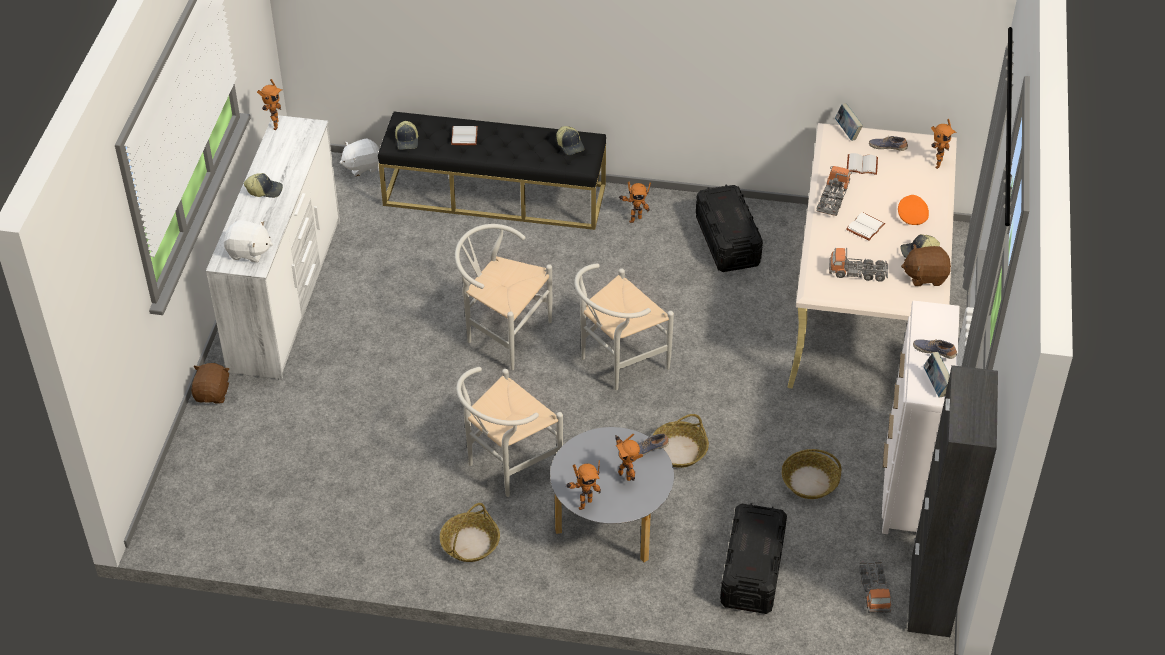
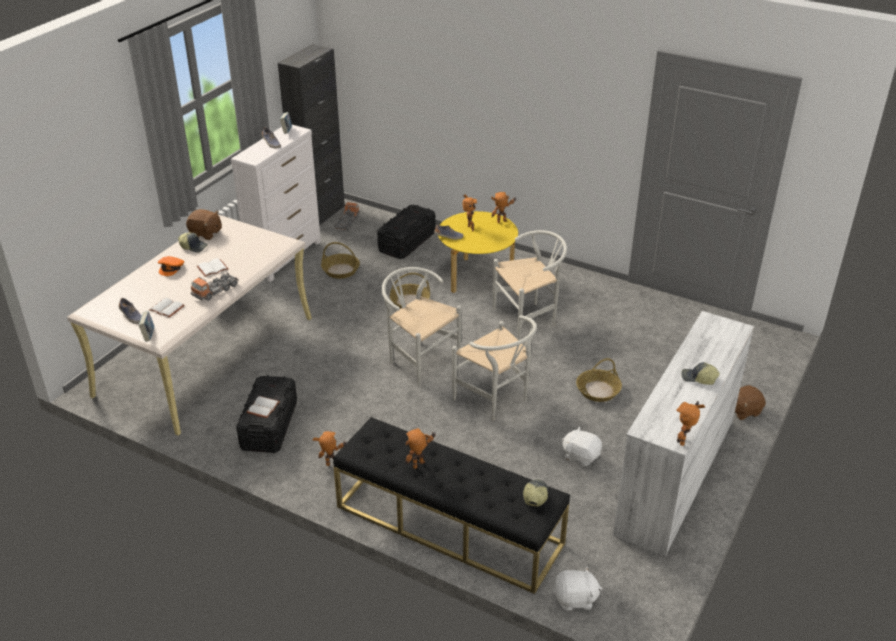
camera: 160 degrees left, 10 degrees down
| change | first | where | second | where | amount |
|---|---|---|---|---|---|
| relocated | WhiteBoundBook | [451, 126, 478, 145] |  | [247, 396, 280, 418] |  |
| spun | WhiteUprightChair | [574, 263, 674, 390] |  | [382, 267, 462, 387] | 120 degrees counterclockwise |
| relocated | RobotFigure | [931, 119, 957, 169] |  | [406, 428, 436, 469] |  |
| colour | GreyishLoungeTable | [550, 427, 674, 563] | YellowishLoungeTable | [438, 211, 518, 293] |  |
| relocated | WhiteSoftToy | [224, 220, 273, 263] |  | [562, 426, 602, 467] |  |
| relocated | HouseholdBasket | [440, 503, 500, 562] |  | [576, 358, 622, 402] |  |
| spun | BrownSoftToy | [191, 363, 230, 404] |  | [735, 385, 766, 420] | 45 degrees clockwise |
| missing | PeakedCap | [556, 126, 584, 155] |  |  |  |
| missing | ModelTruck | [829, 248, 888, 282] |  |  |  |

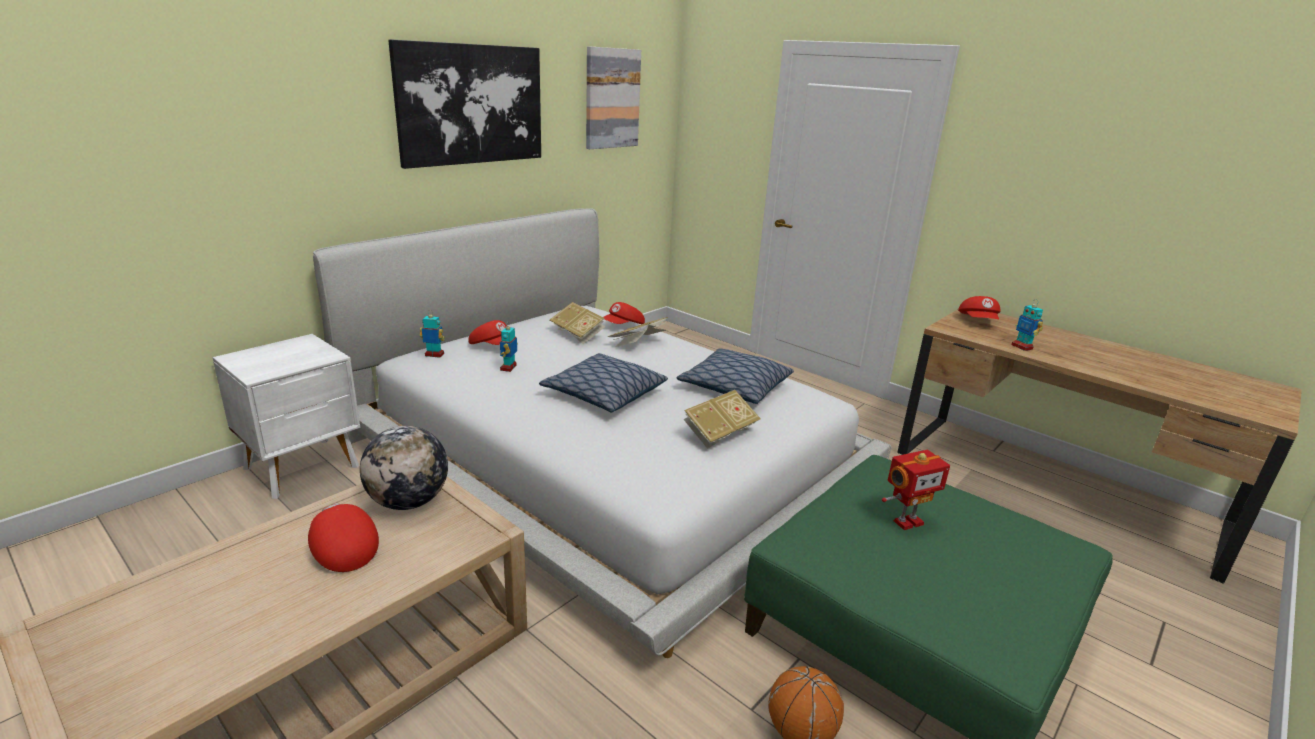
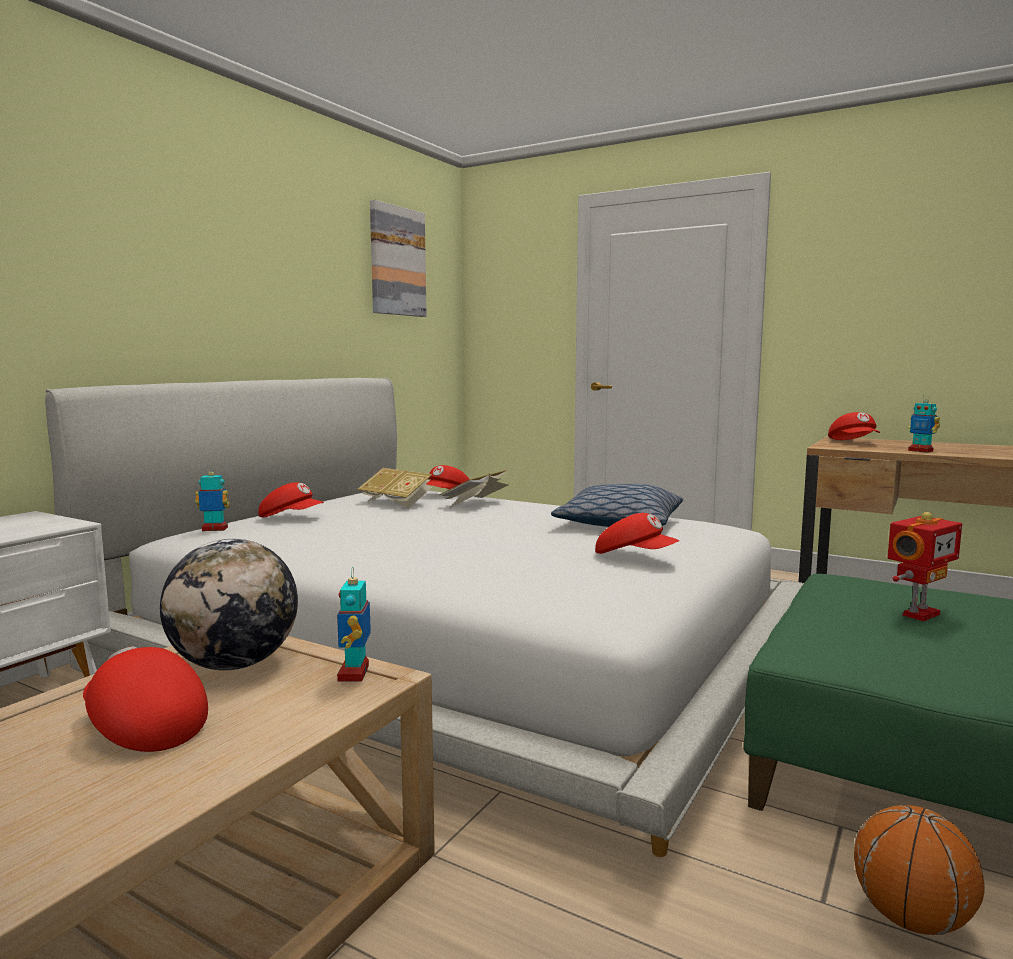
camera: 10 degrees left, 15 degrees down
| change | first | where | second | where | amount |
|---|---|---|---|---|---|
| relocated | RobotFigure | [500, 322, 518, 372] |  | [337, 567, 371, 681] |  |
| exchanged | BoundBook | [683, 390, 761, 449] | ReddishPeakedCap | [595, 513, 679, 554] |  |
| missing | WallArt | [388, 39, 541, 169] |  |  |  |
| missing | ThrowPillow | [539, 353, 668, 413] |  |  |  |

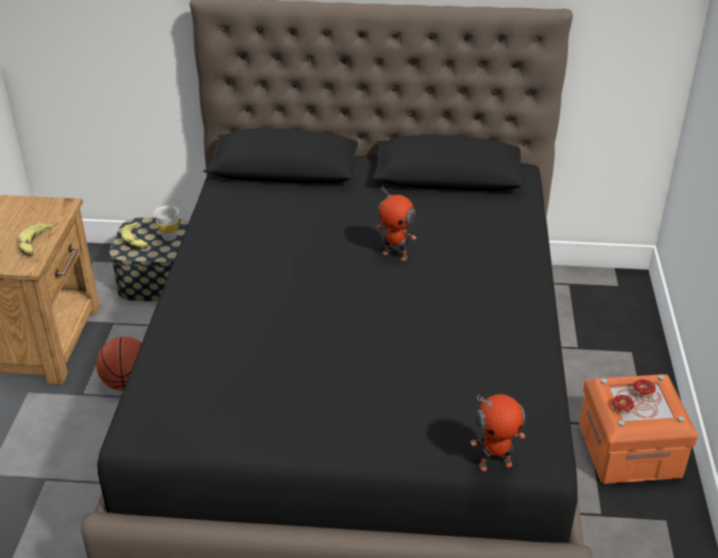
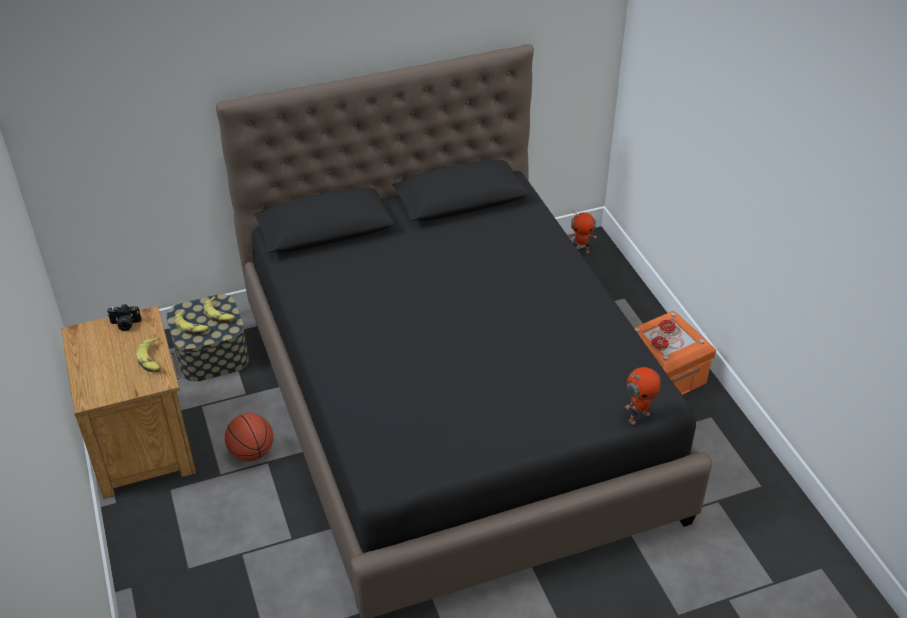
camera: 25 degrees left, 5 degrees up
| change | first | where | second | where | amount |
|---|---|---|---|---|---|
| appeared |  |  | StillCamera | [107, 304, 142, 331] |  |
| exchanged | WhiteCup | [154, 206, 179, 241] | BananaFruit | [203, 296, 236, 323] |  |
| relocated | RobotFigure | [377, 186, 416, 261] |  | [568, 210, 597, 254] |  |

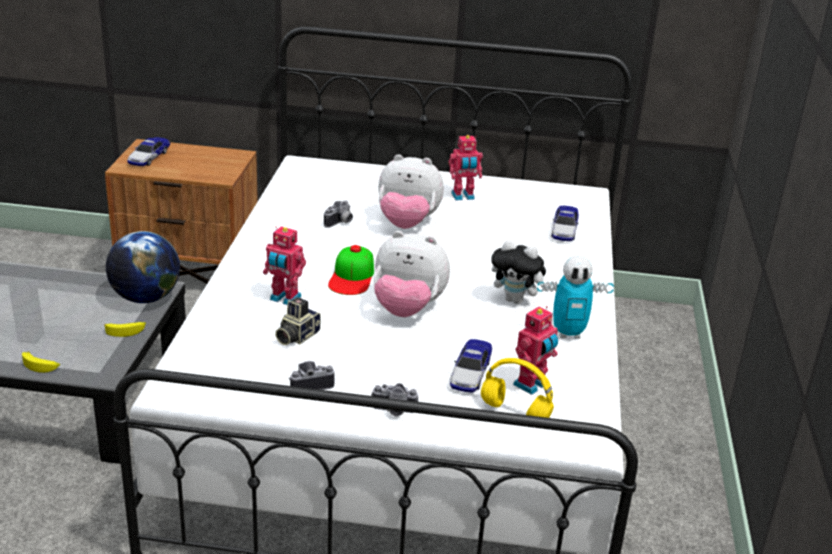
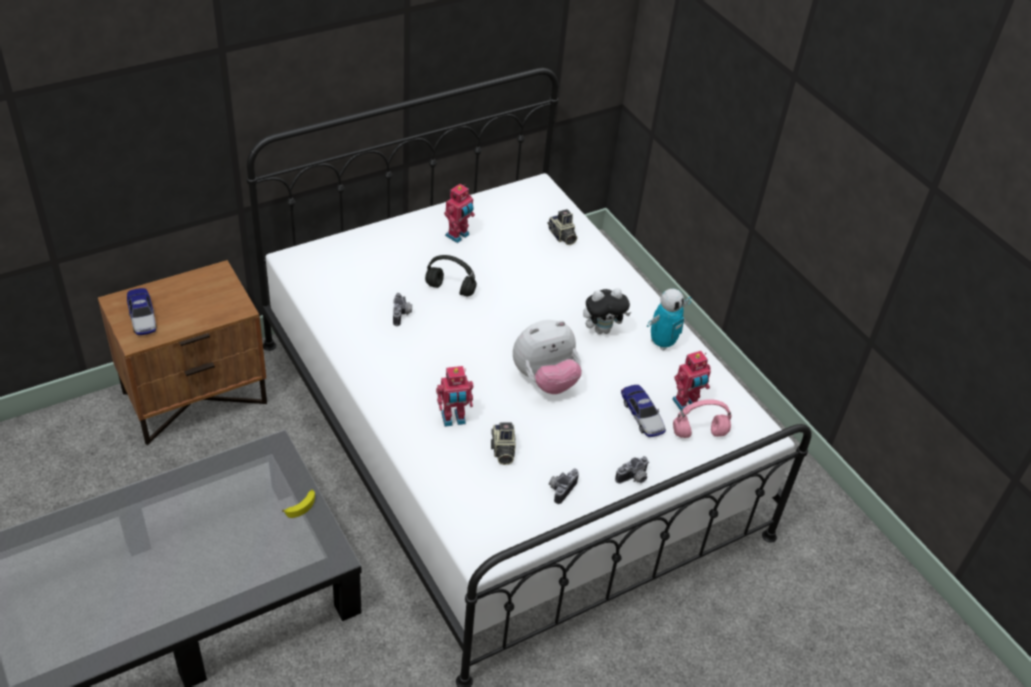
camera: 40 degrees left, 15 degrees up
| change | first | where | second | where | amount |
|---|---|---|---|---|---|
| exchanged | SoftToy | [378, 154, 444, 229] | BlackishPairOfHeadphones | [425, 255, 477, 297] |  |
| exchanged | ToyCar | [551, 206, 579, 241] | StillCamera | [547, 209, 577, 245] |  |
| spun | RobotFigure | [513, 306, 558, 395] |  | [672, 351, 711, 411] | 60 degrees clockwise |
| colour | YellowishPairOfHeadphones | [481, 358, 554, 418] | PinkPairOfHeadphones | [673, 399, 731, 438] |  |
| missing | BananaFruit | [22, 351, 60, 373] |  |  |  |
| missing | Globe | [106, 231, 180, 303] |  |  |  |
| missing | PeakedCap | [328, 245, 374, 295] |  |  |  |

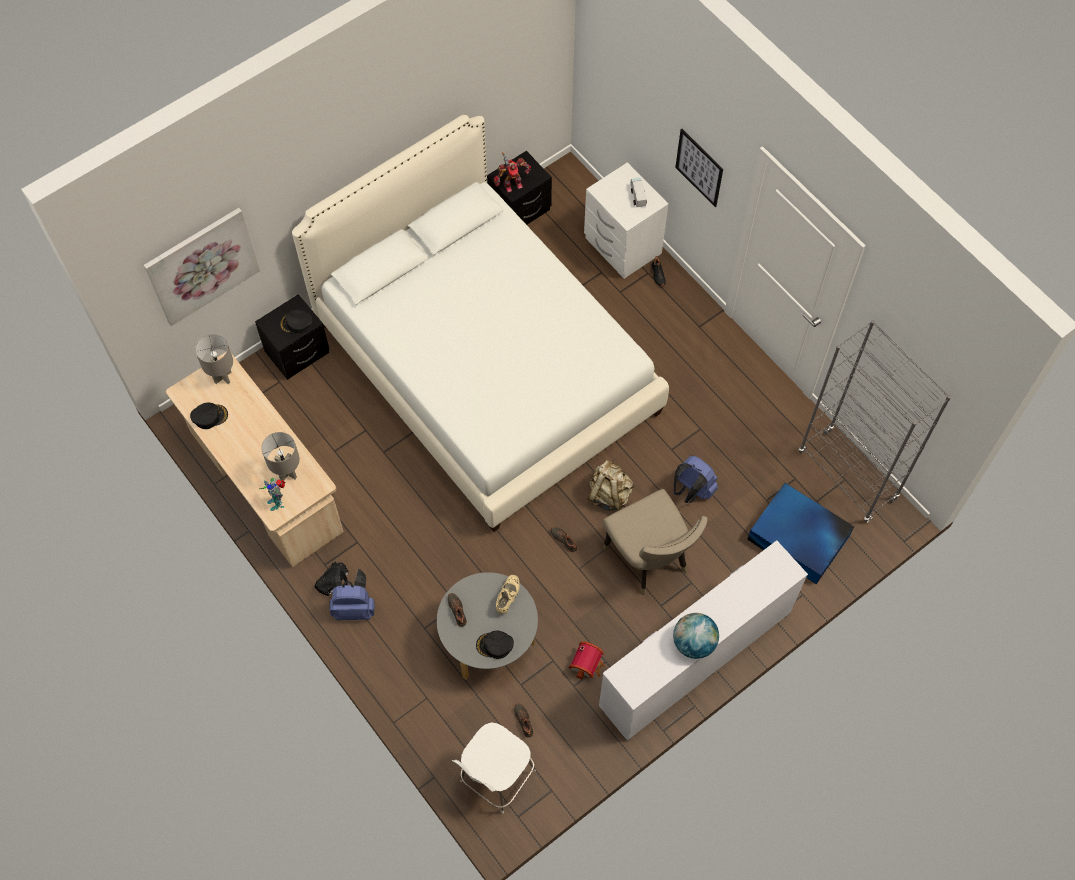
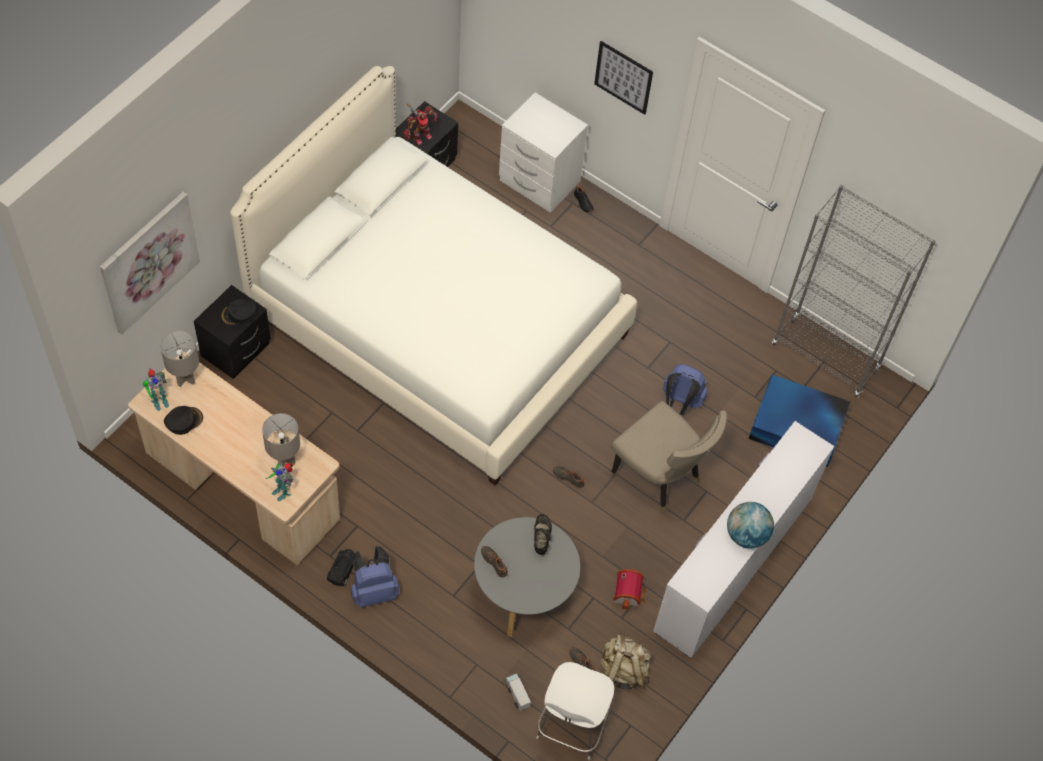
camera: 20 degrees left, 5 degrees down
| change | first | where | second | where | amount |
|---|---|---|---|---|---|
| appeared |  |  | RobotFigure | [143, 368, 169, 411] |  |
| relocated | ModelTruck | [631, 178, 647, 207] |  | [505, 674, 531, 711] |  |
| colour | BeigeColouredLowShoe | [496, 575, 520, 614] | BlackishLowShoe | [534, 514, 552, 555] |  |
| relocated | BeigeColouredKnapsack | [588, 460, 634, 511] |  | [601, 632, 651, 689] |  |
| missing | BlackishPeakedCap | [476, 631, 514, 659] |  |  |  |

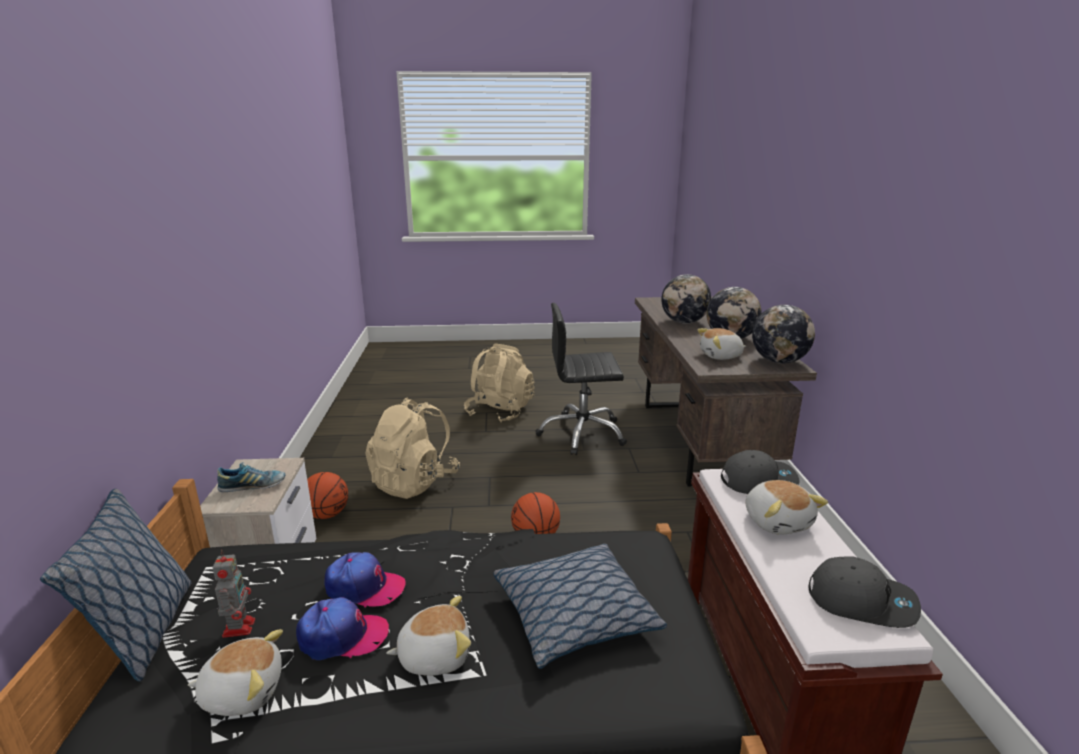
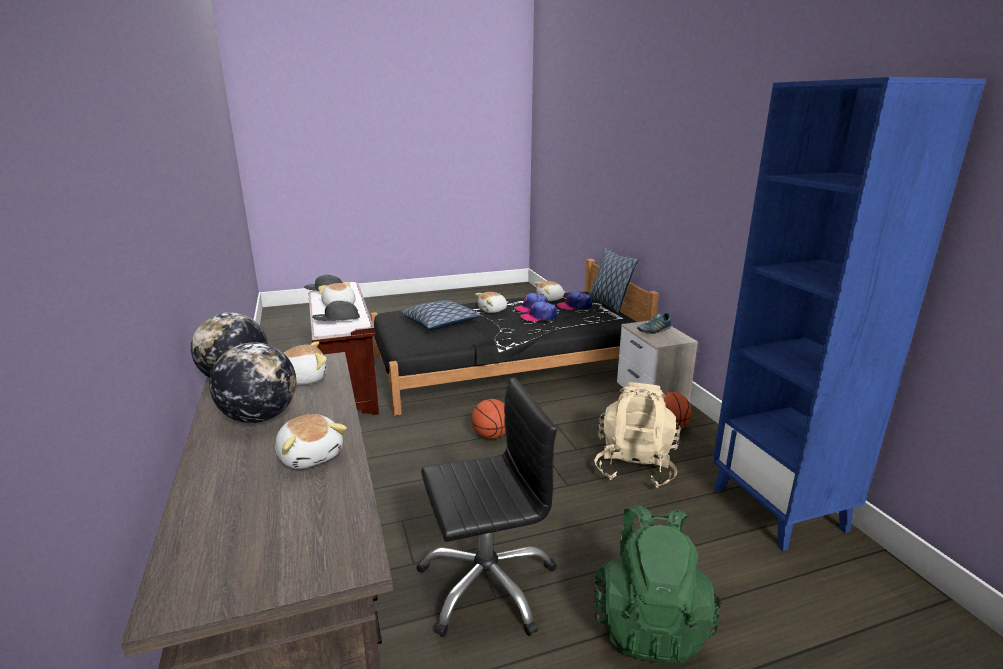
camera: 165 degrees right, 0 degrees up
| change | first | where | second | where | amount |
|---|---|---|---|---|---|
| exchanged | Globe | [661, 274, 711, 324] | SoftToy | [275, 414, 347, 469] |  |
| exchanged | RobotFigure | [213, 550, 255, 638] | PeakedCap | [557, 291, 592, 310] |  |
| colour | BeigeColouredKnapsack | [464, 343, 535, 422] | GreenishKnapsack | [593, 505, 720, 663] |  |
| appeared |  |  | BluishShelvingUnit | [712, 77, 986, 551] |  |

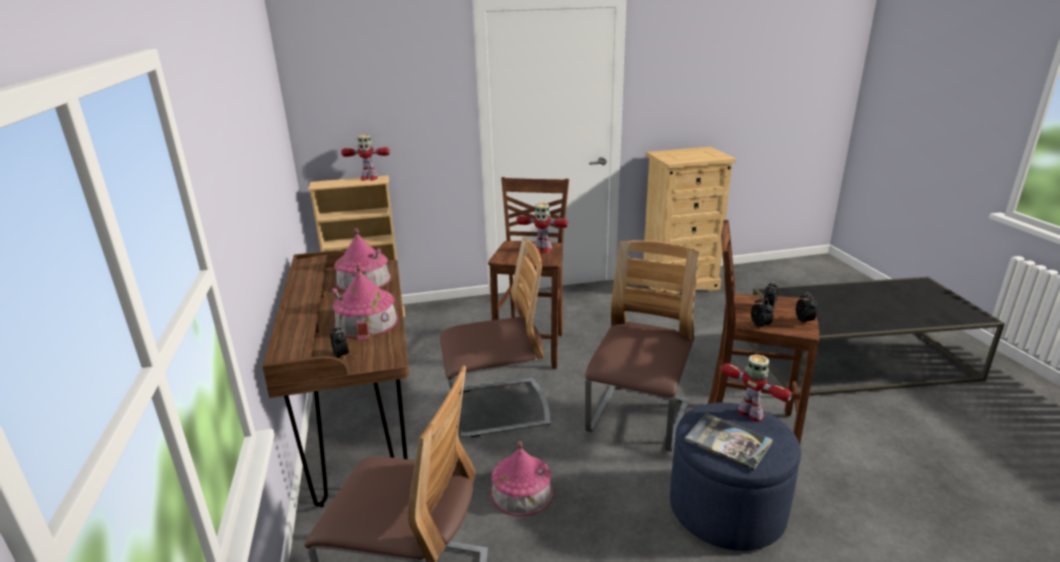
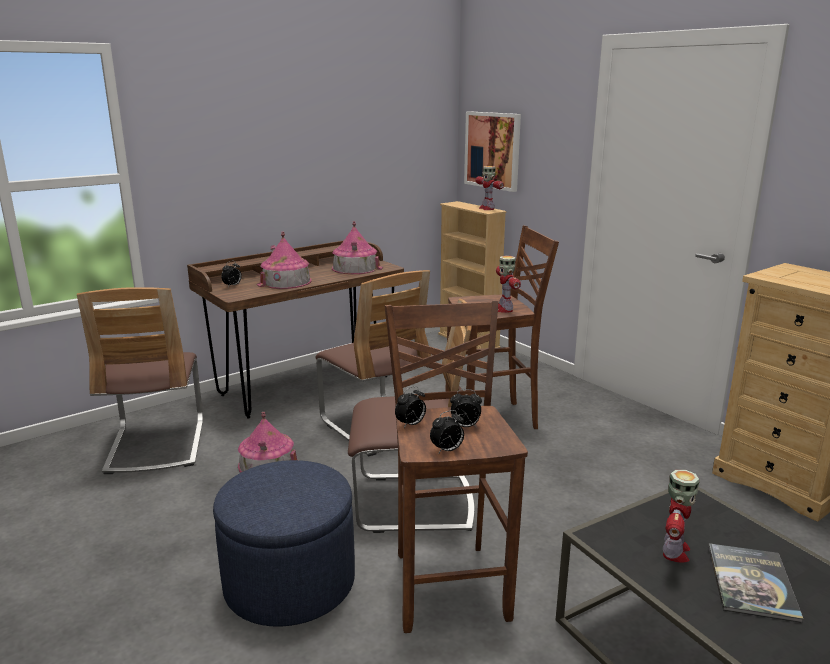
camera: 65 degrees right, 5 degrees down
| change | first | where | second | where | amount |
|---|---|---|---|---|---|
| appeared |  |  | WallArt | [464, 111, 521, 192] |  |
| relocated | RobotFigure | [721, 354, 792, 422] |  | [663, 470, 700, 563] |  |
| relocated | BoundBook | [684, 413, 773, 471] |  | [708, 543, 803, 623] |  |

